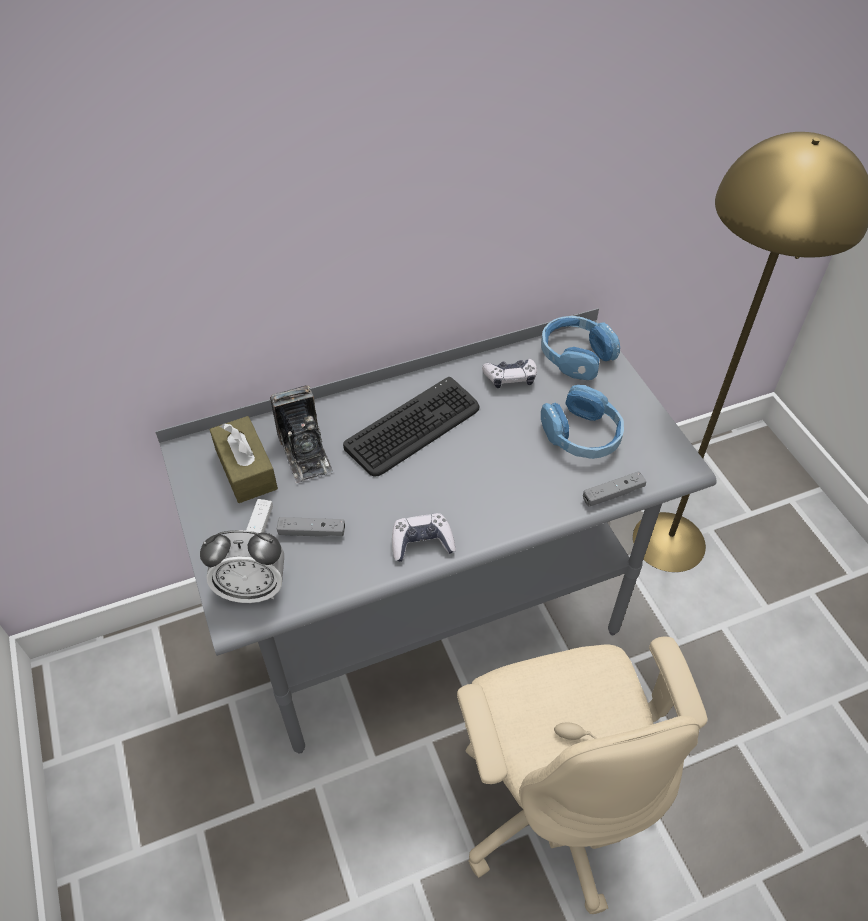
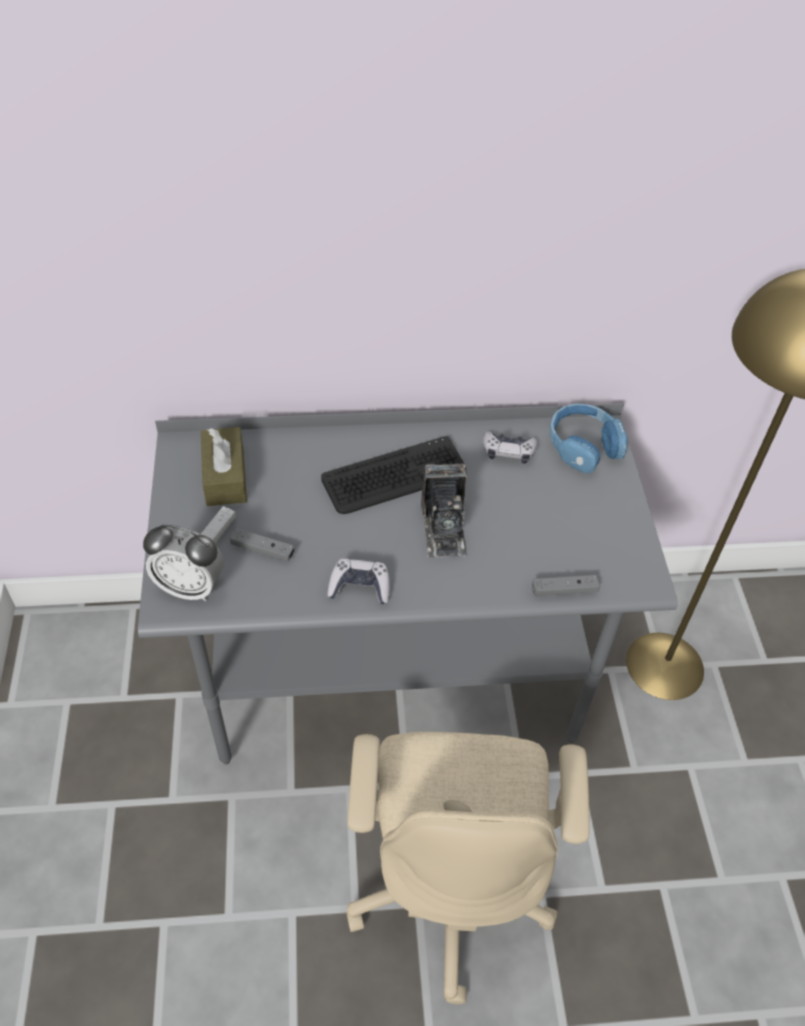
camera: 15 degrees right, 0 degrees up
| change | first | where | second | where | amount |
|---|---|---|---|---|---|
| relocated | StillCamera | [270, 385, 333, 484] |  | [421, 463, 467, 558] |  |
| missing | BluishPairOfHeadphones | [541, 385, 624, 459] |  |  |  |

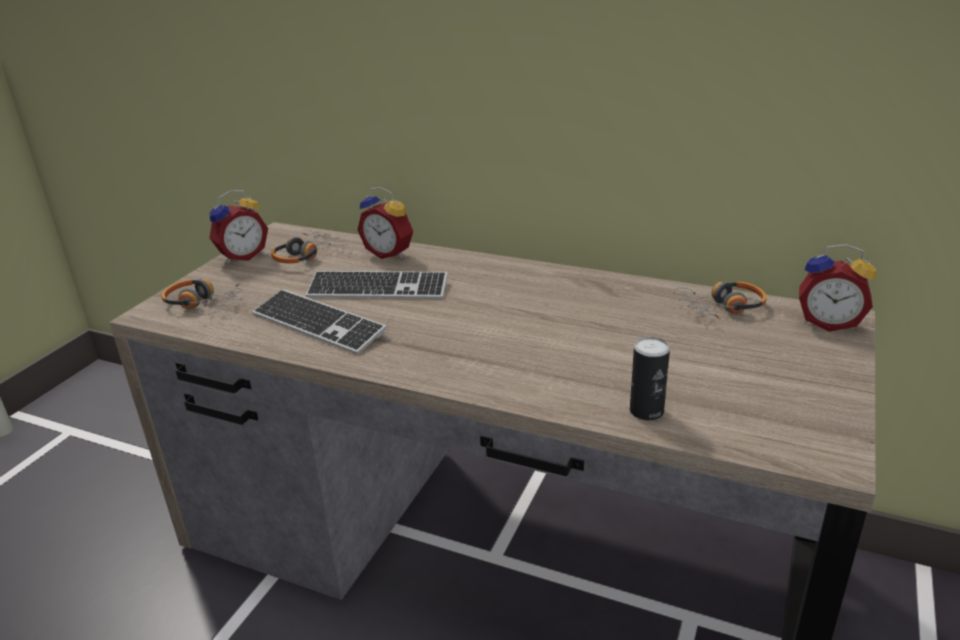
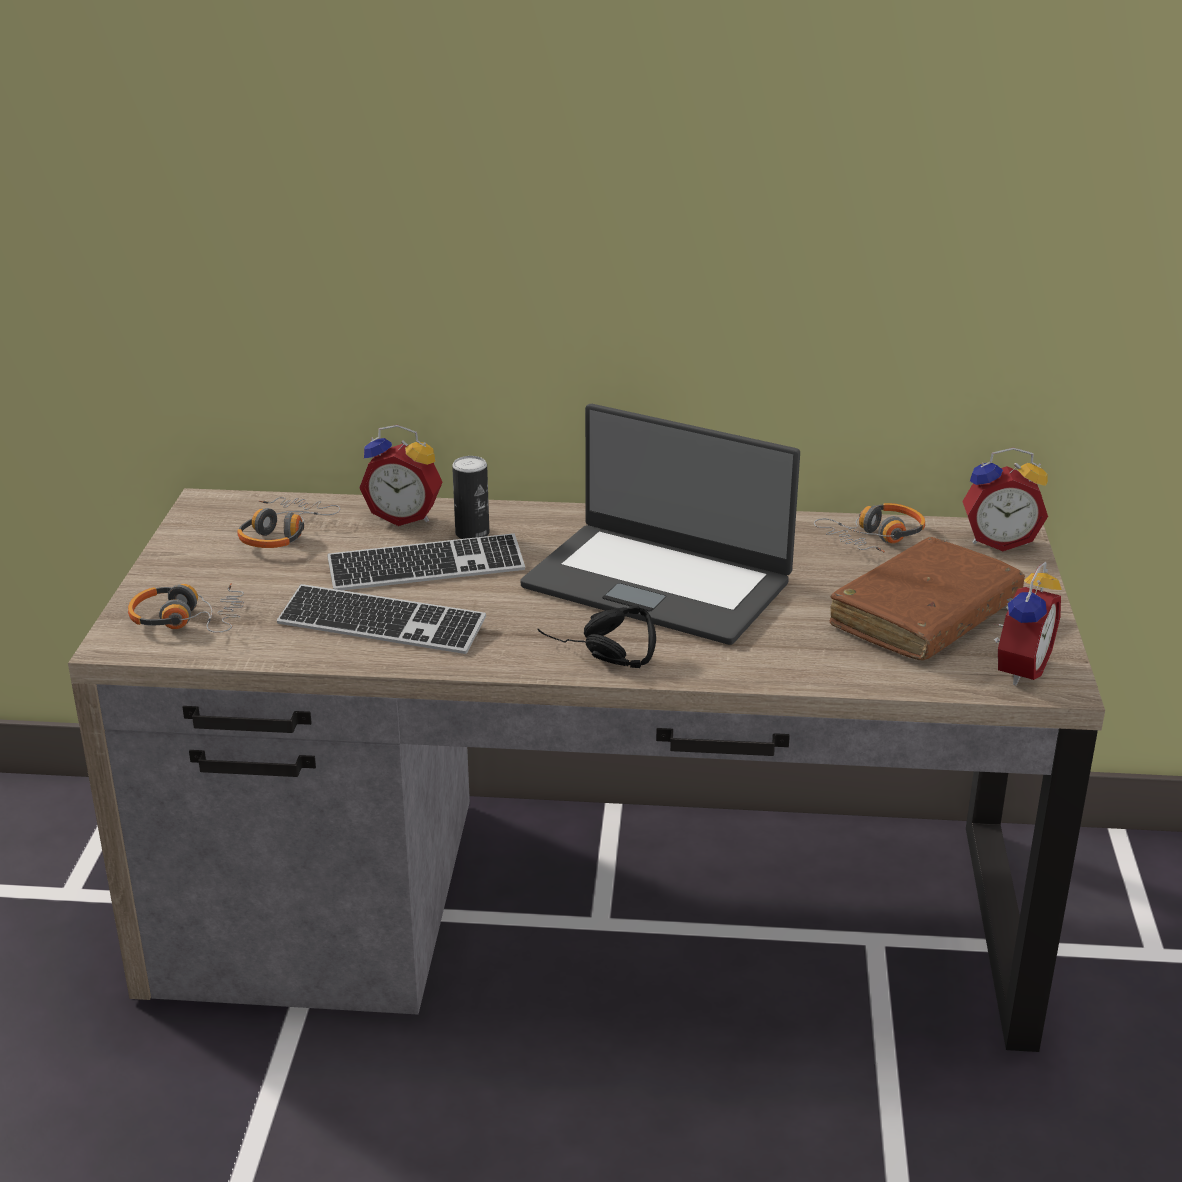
camera: 20 degrees left, 0 degrees up
| change | first | where | second | where | amount |
|---|---|---|---|---|---|
| relocated | SealedCan | [630, 337, 670, 421] |  | [452, 456, 489, 539] |  |
| appeared |  |  | PortableComputer | [520, 404, 800, 645] |  |
| appeared |  |  | BlackishPairOfHeadphones | [537, 606, 656, 668] |  |
| appeared |  |  | BrownBoundBook | [830, 537, 1025, 661] |  |
| relocated | TableClock | [209, 190, 268, 263] |  | [994, 562, 1062, 686] |  |

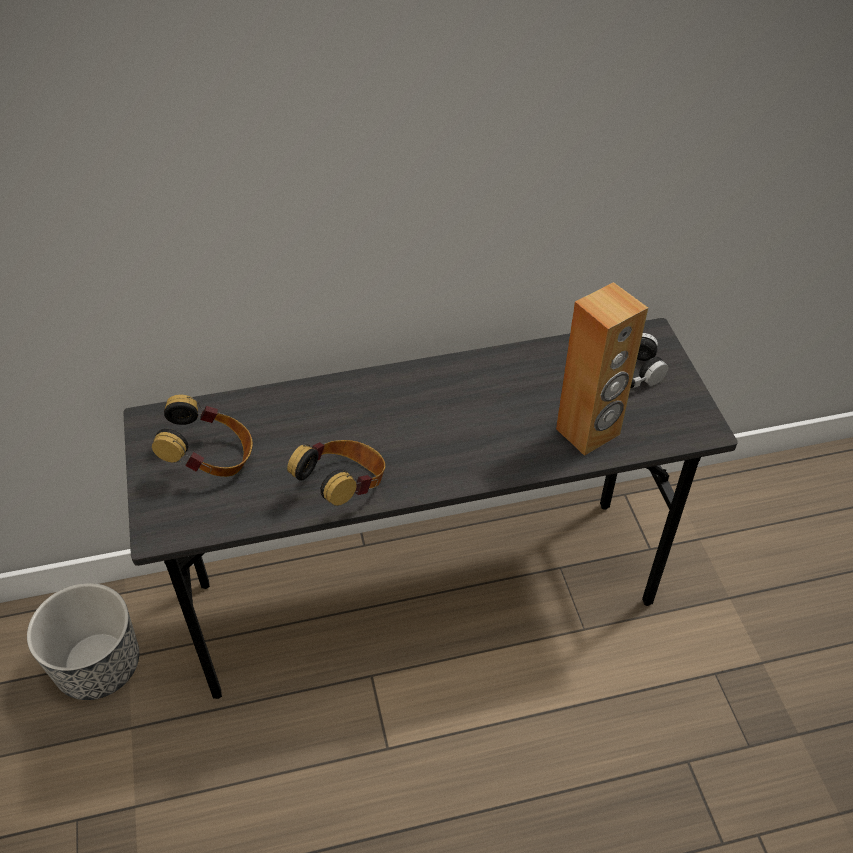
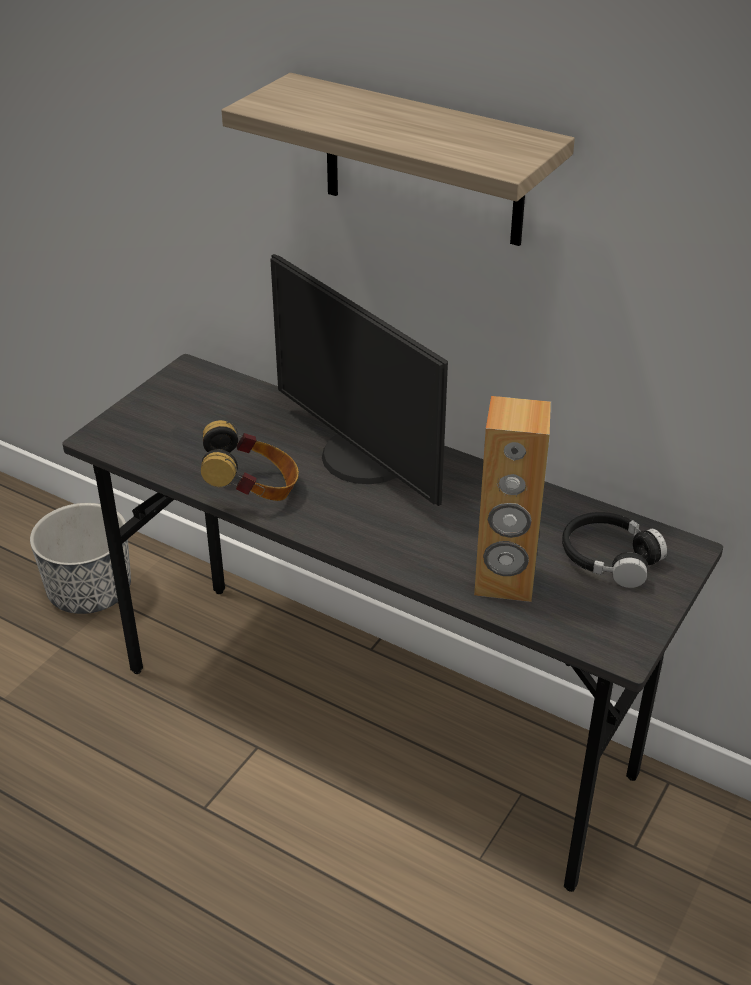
camera: 45 degrees right, 10 degrees down
| change | first | where | second | where | amount |
|---|---|---|---|---|---|
| appeared |  |  | BracketShelf | [221, 73, 575, 246] |  |
| appeared |  |  | ComputerScreen | [270, 254, 448, 506] |  |
| missing | PairOfHeadphones | [152, 395, 253, 477] |  |  |  |

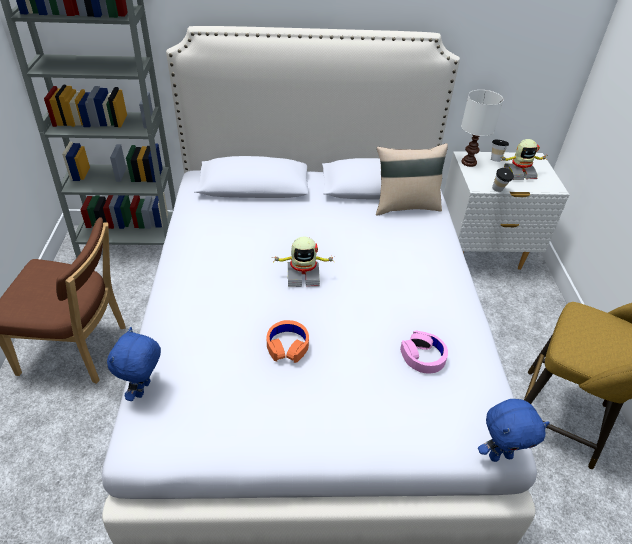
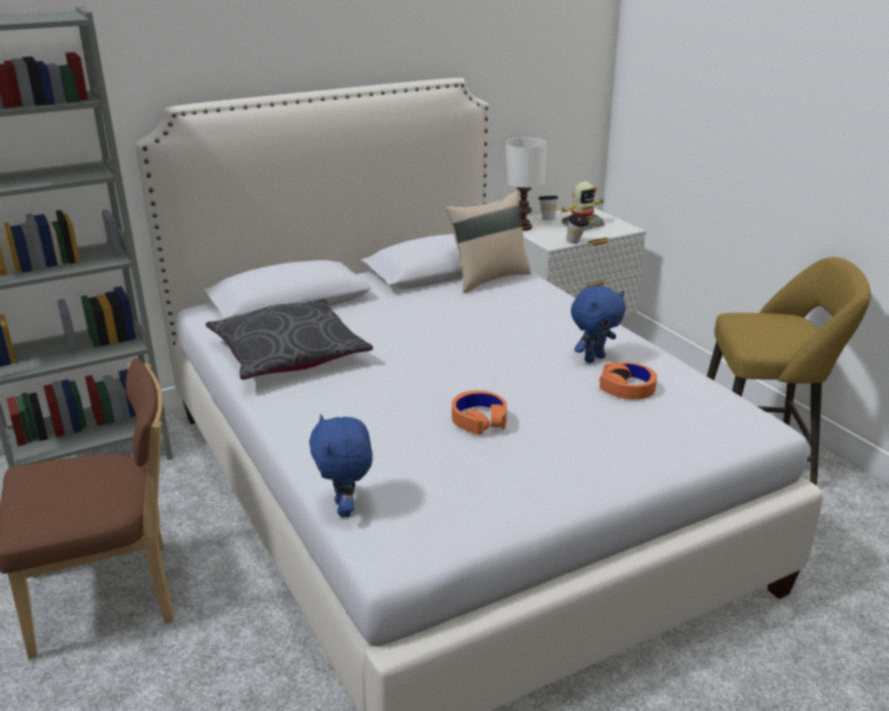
camera: 25 degrees left, 15 degrees down
| change | first | where | second | where | amount |
|---|---|---|---|---|---|
| appeared |  |  | GreyishThrowPillow | [206, 299, 373, 380] |  |
| relocated | BluishSoftToy | [478, 399, 550, 462] |  | [571, 285, 626, 363] |  |
| colour | PinkPairOfHeadphones | [400, 330, 448, 373] | OrangeyPairOfHeadphones | [599, 362, 657, 400] |  |
| missing | RobotFigure | [273, 237, 335, 287] |  |  |  |

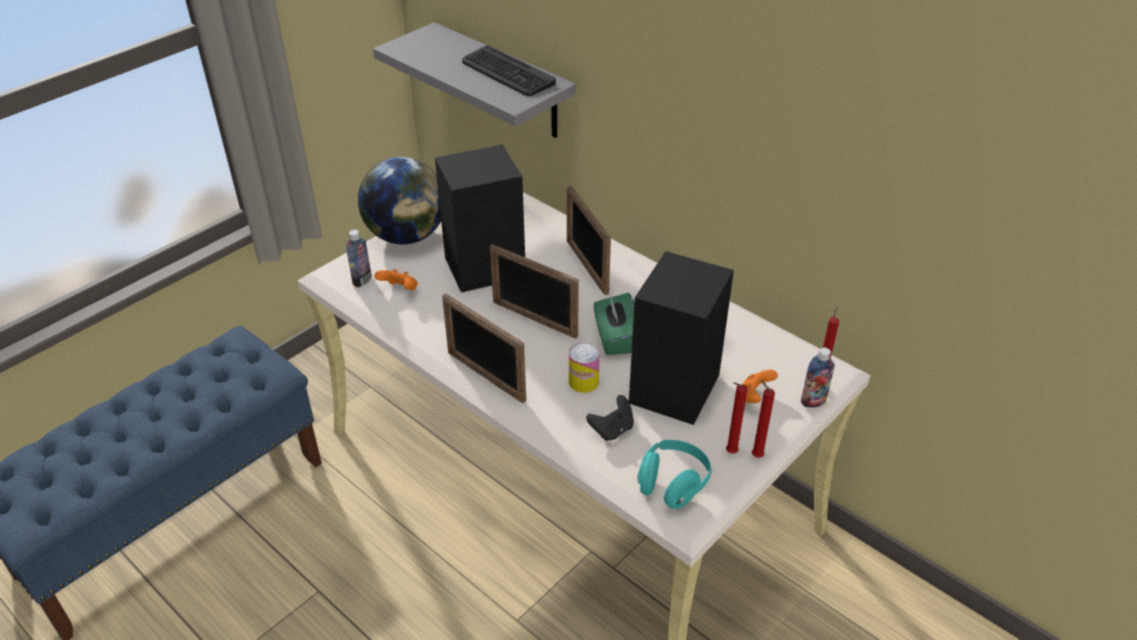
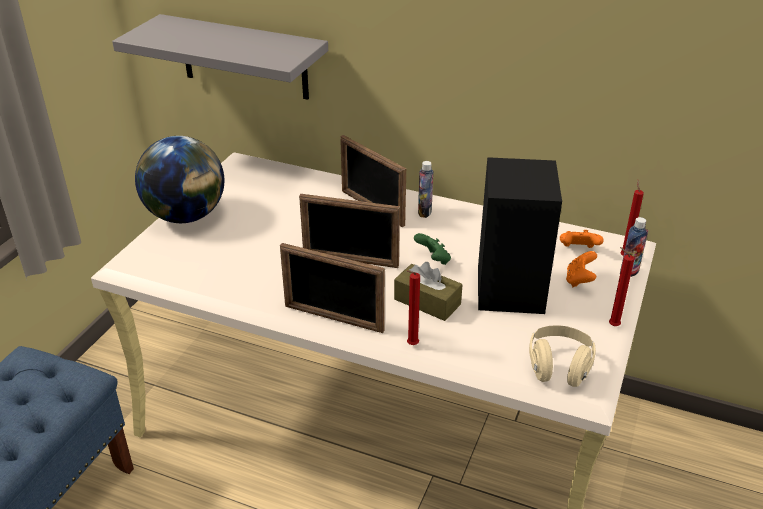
camera: 20 degrees left, 5 degrees down
| change | first | where | second | where | amount |
|---|---|---|---|---|---|
| exchanged | SealedCan | [569, 342, 600, 393] | BrownTissueBox | [394, 262, 462, 321] |  |
| relocated | ReddishWaxCandle | [726, 382, 748, 453] |  | [407, 271, 420, 345] |  |
| exchanged | GreenishTissueBox | [594, 293, 634, 355] | GreenishJoypad | [414, 233, 451, 265] |  |
| relocated | Bottle | [346, 230, 372, 287] |  | [418, 161, 433, 218] |  |
| colour | BlueGreenPairOfHeadphones | [637, 440, 712, 509] | BeigeColouredPairOfHeadphones | [529, 325, 596, 387] |  |
| relocated | OrangeyJoypad | [375, 269, 418, 291] |  | [560, 230, 604, 248] |  |
| missing | BlackishAudioSpeaker | [435, 144, 525, 293] |  |  |  |
| missing | Keyboard | [462, 45, 556, 96] |  |  |  |
| missing | BlackishJoypad | [586, 395, 634, 441] |  |  |  |

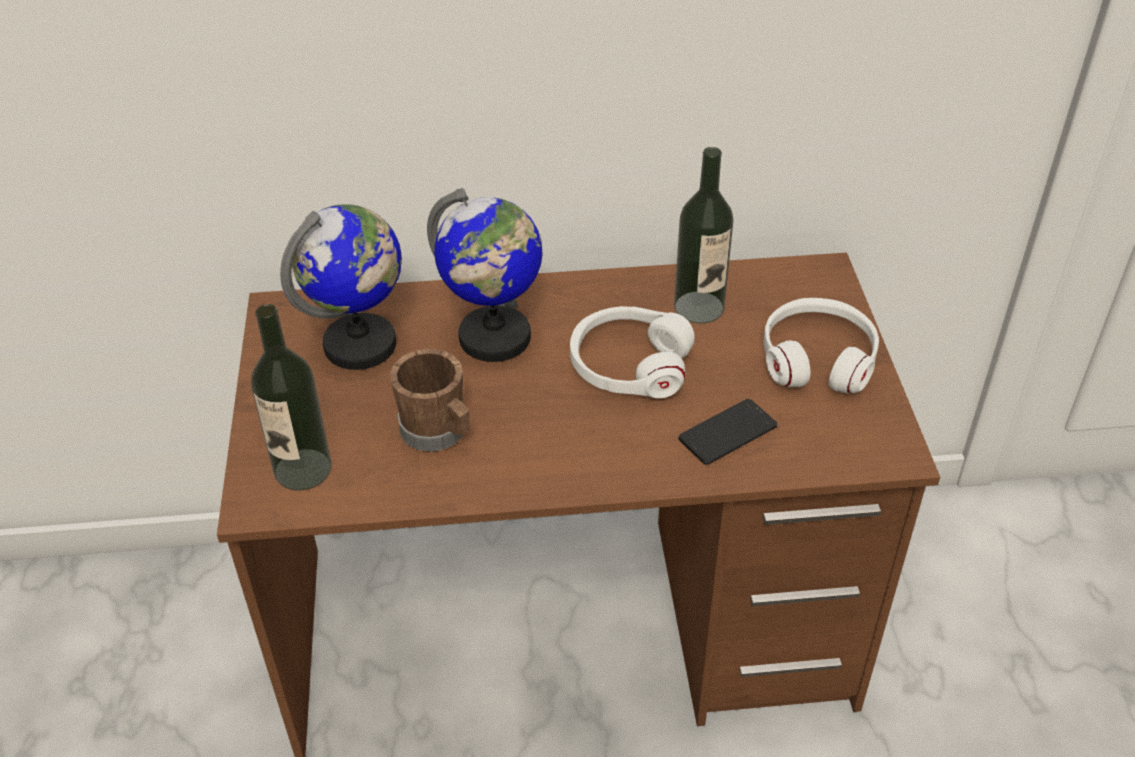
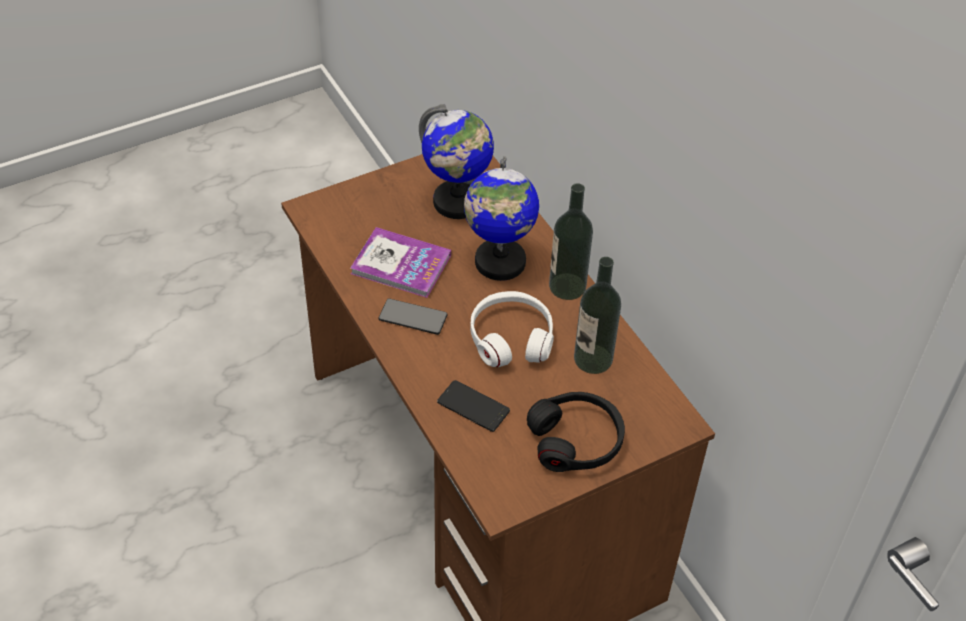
camera: 65 degrees right, 5 degrees up
| change | first | where | second | where | amount |
|---|---|---|---|---|---|
| exchanged | BrownCoffeeMug | [390, 349, 470, 452] | BoundBook | [350, 227, 451, 298] |  |
| appeared |  |  | Phone | [378, 298, 448, 335] |  |
| colour | WhitePairOfHeadphones | [764, 298, 879, 394] | BlackishPairOfHeadphones | [527, 392, 625, 472] |  |
| relocated | Bottle | [251, 304, 331, 491] |  | [549, 183, 593, 300] |  |

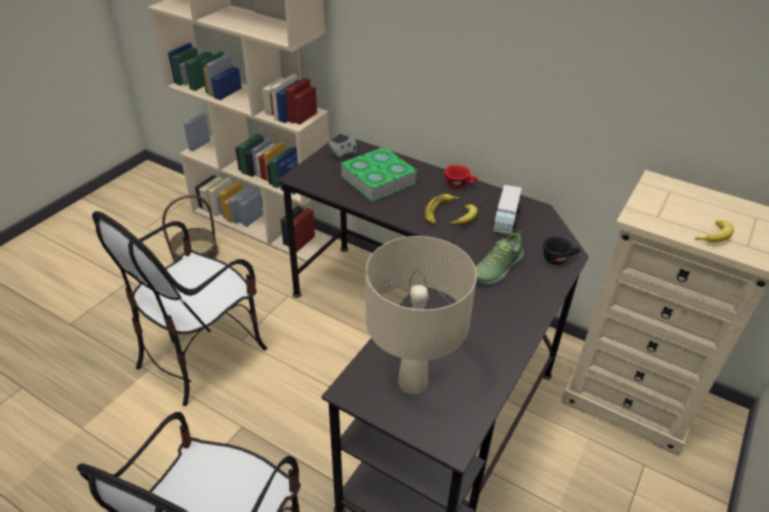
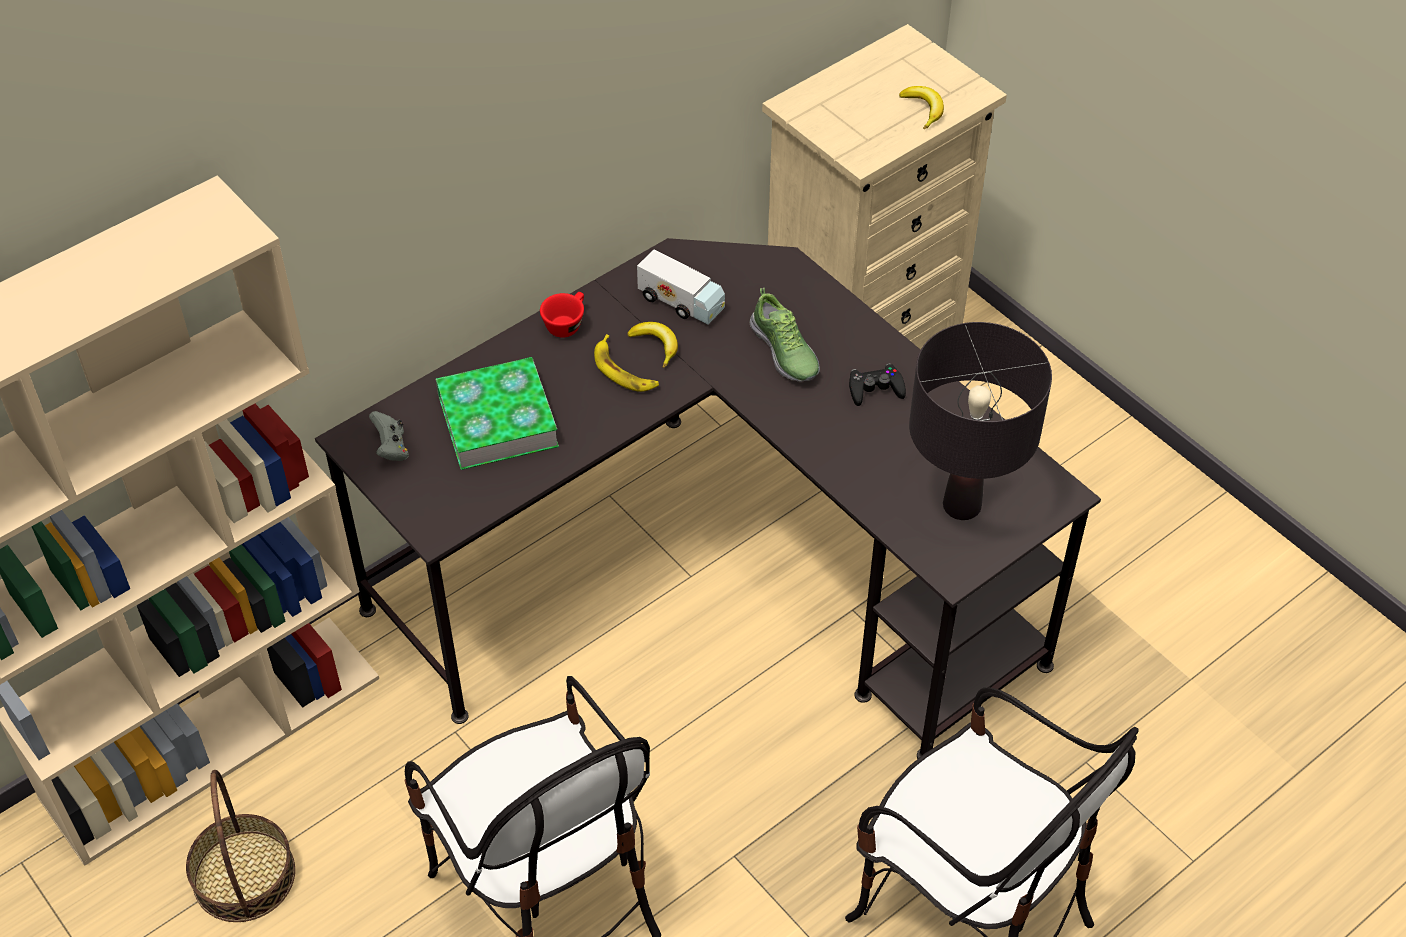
camera: 70 degrees left, 10 degrees up
| change | first | where | second | where | amount |
|---|---|---|---|---|---|
| appeared |  |  | BlackishJoypad | [849, 363, 906, 406] |  |
| colour | BeigeColouredTabletopLamp | [366, 236, 477, 394] | BlackishTabletopLamp | [909, 322, 1052, 520] |  |
| missing | BlackishCup | [543, 236, 580, 265] |  |  |  |

